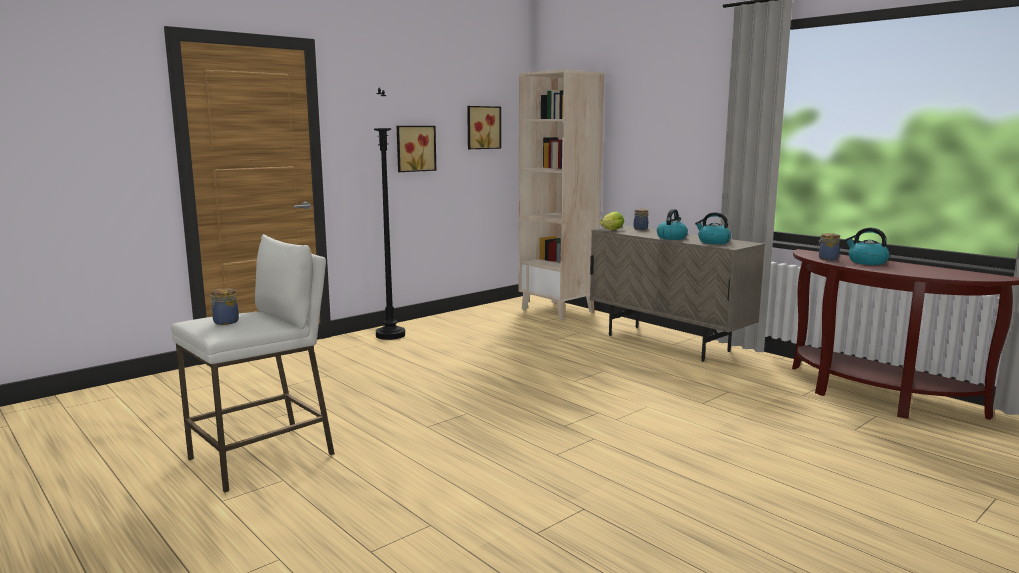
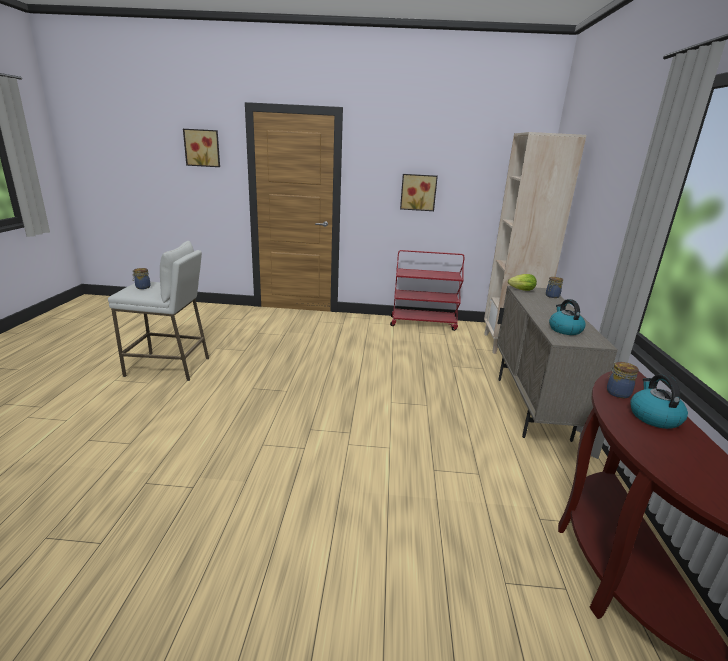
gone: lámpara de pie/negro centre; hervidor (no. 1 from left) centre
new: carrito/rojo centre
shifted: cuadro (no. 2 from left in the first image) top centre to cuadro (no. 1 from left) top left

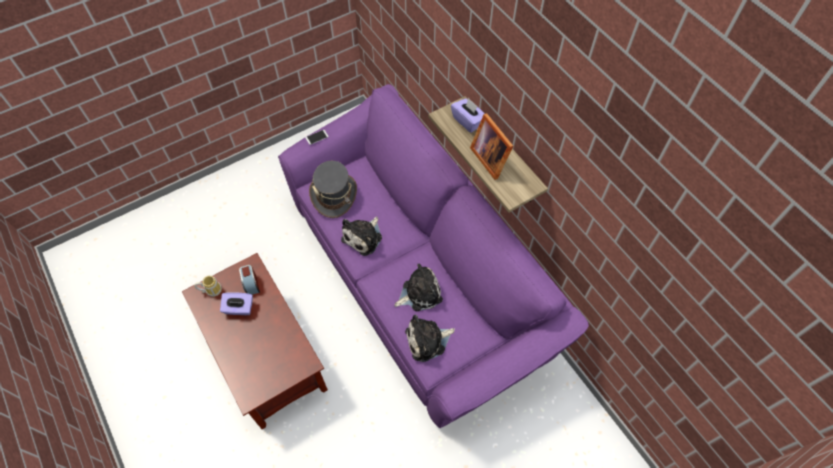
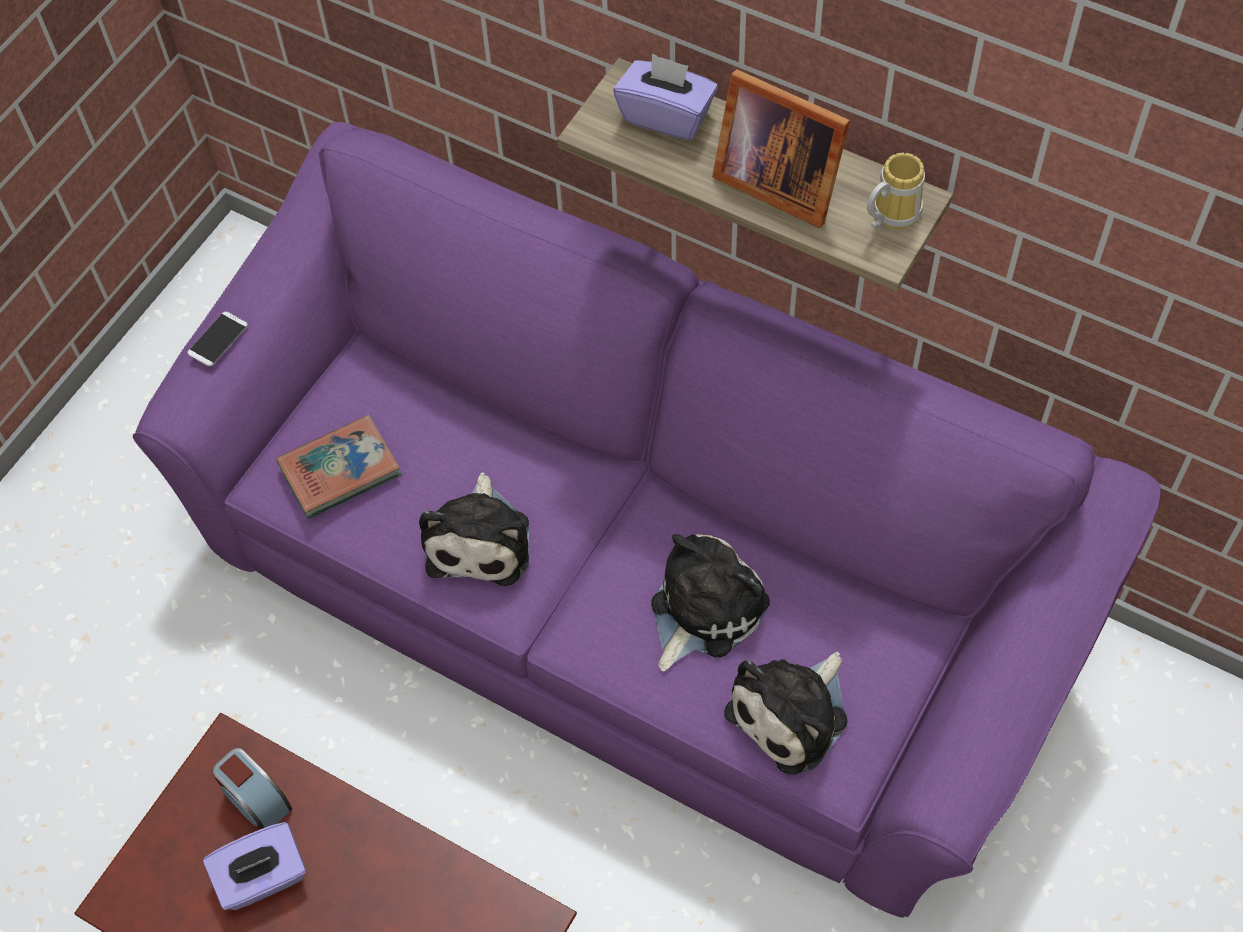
shifted: taza grande middle left to top right
swapped: sombrero/gris centre to libro middle left

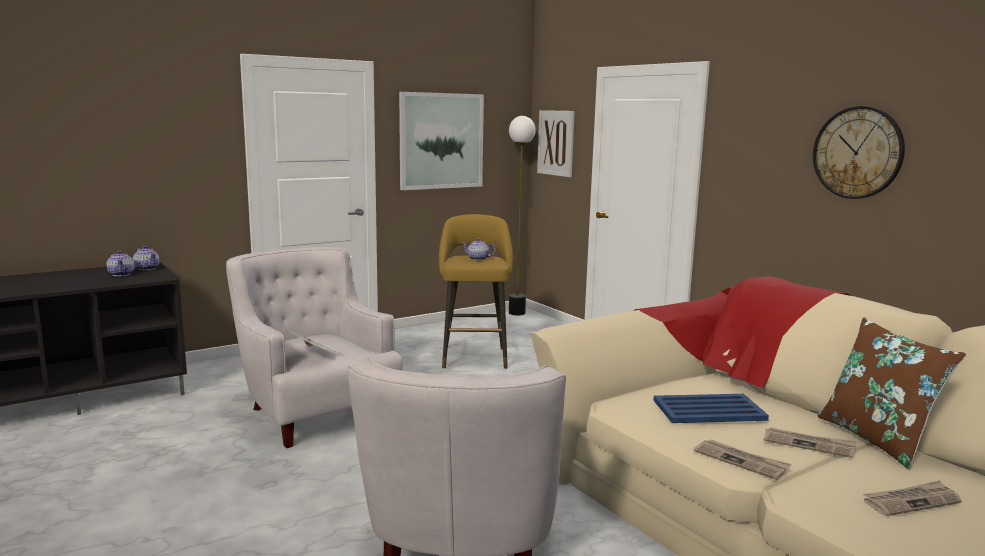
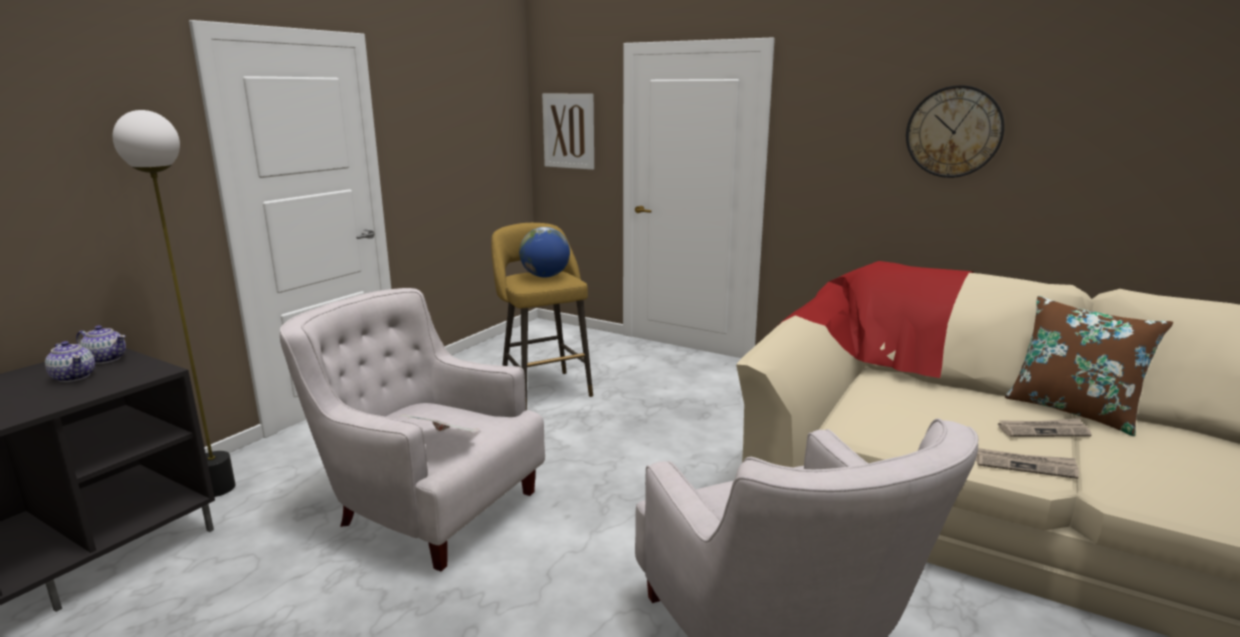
gone: cuadro (no. 1 from left) top centre; bandeja/azul bottom right; periódico (no. 4 from left) bottom right
shifted: lámpara de pie centre to middle left
swapped: tetera (no. 3 from left) centre to globo terráqueo centre

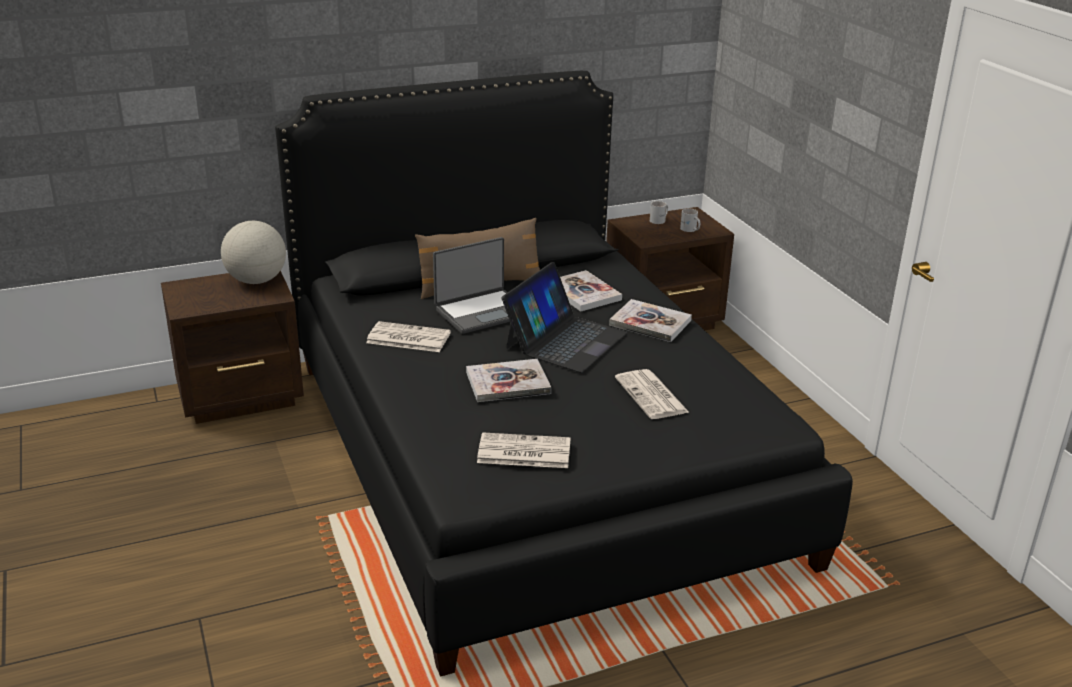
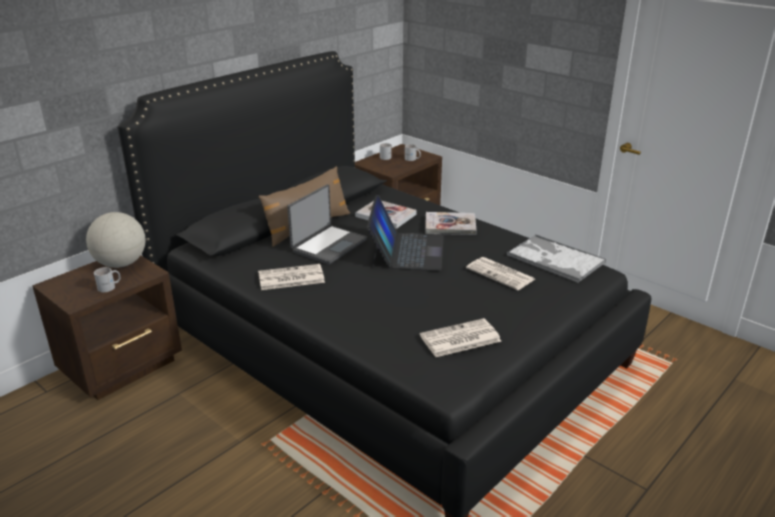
gone: libro (no. 1 from left) centre
new: taza grande/blanco (no. 1 from left) middle left; bandeja middle right

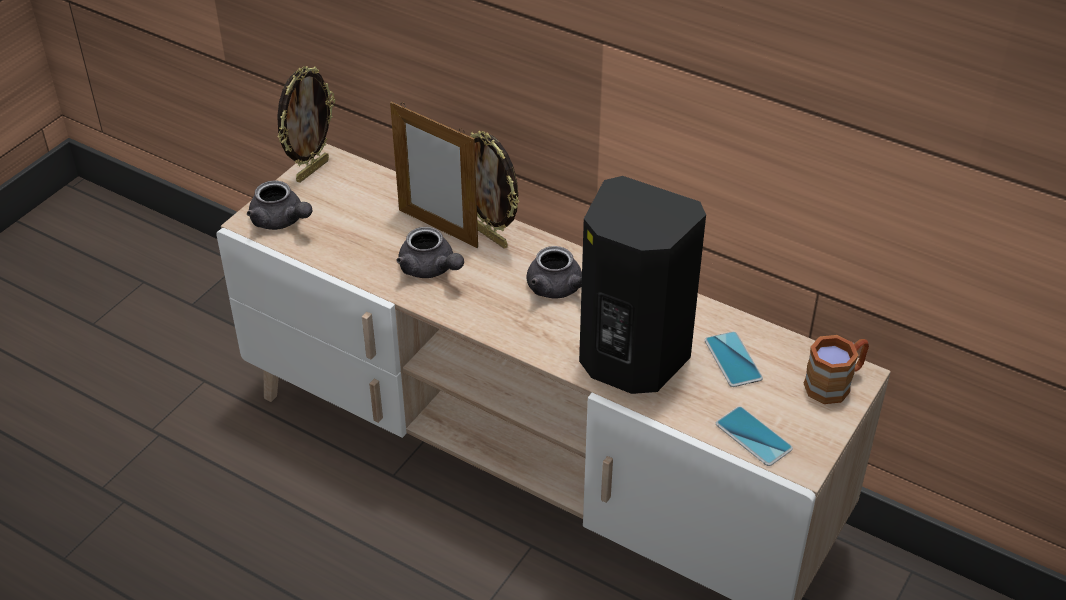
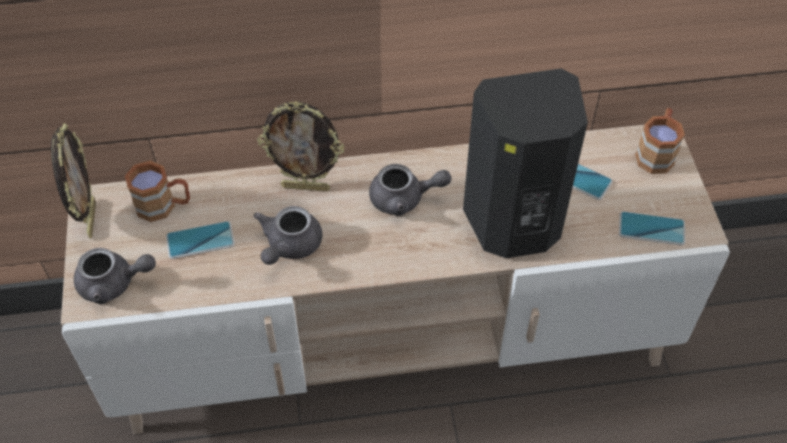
gone: portarretratos (no. 2 from left) top centre
new: taza grande/marrón (no. 1 from left) middle left; móvil (no. 1 from left) middle left
rotated: tetera/gris (no. 2 from left) centre = centre 105 degrees clockwise

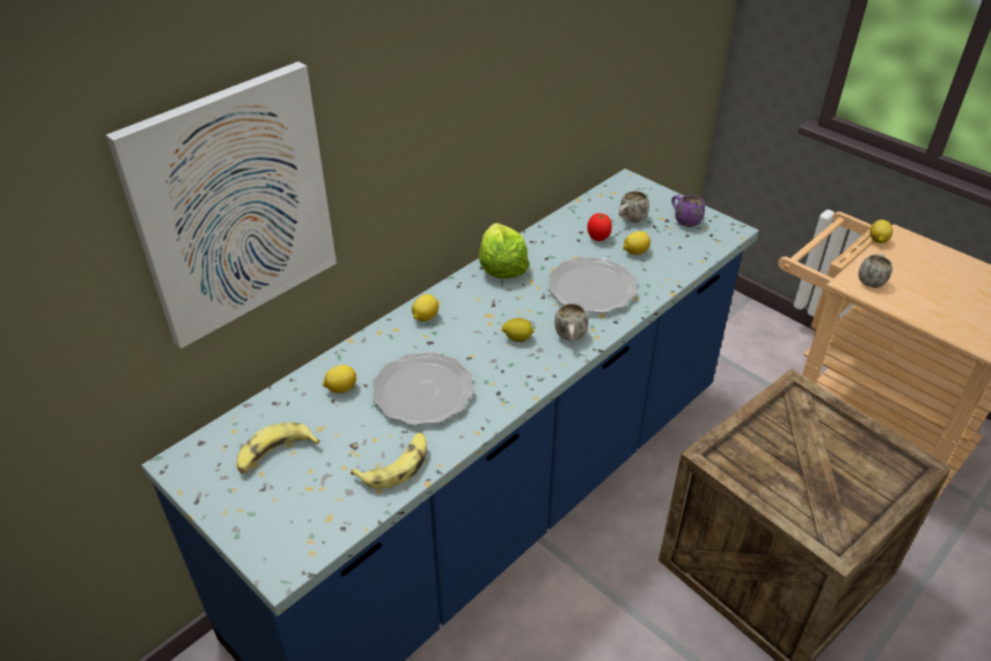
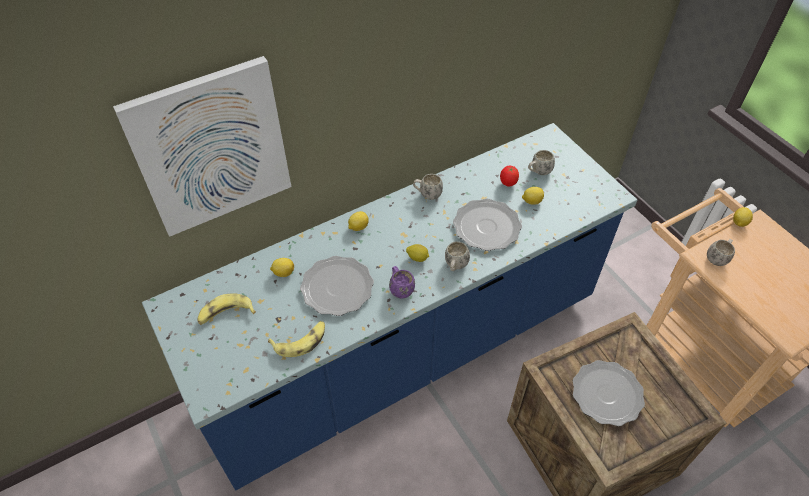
new: plato (no. 3 from left) bottom right
shifted: taza grande/morado top right to centre
swapped: lechuga centre to taza grande/blanco (no. 1 from left) centre

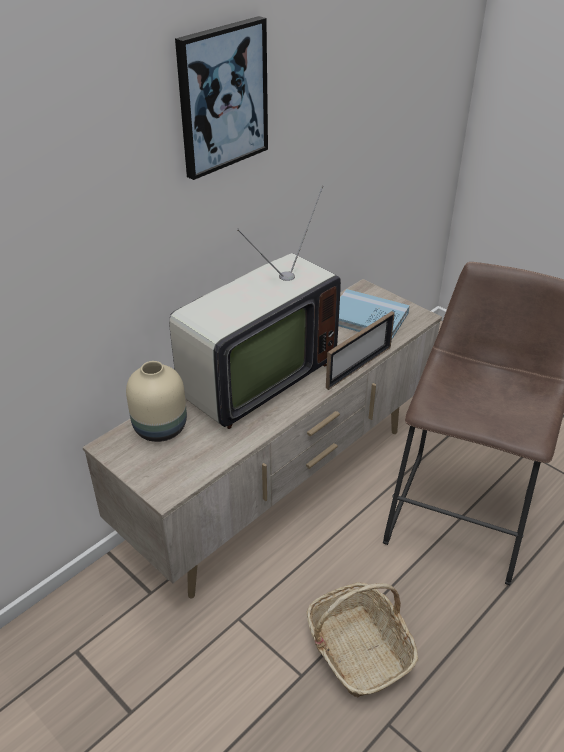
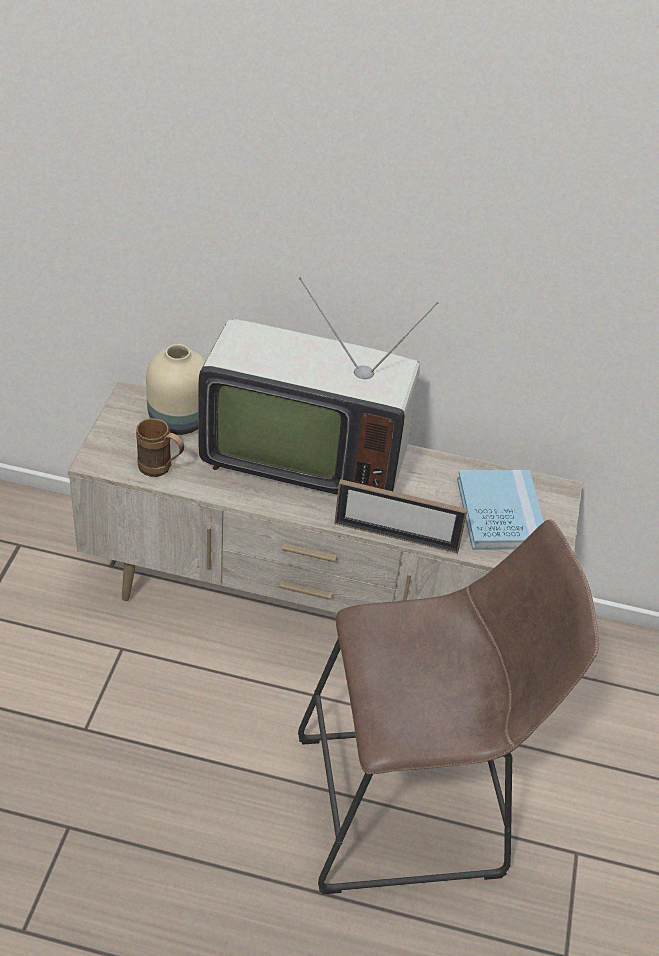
gone: cuadro top centre; cesta bottom centre
new: taza grande/marrón middle left

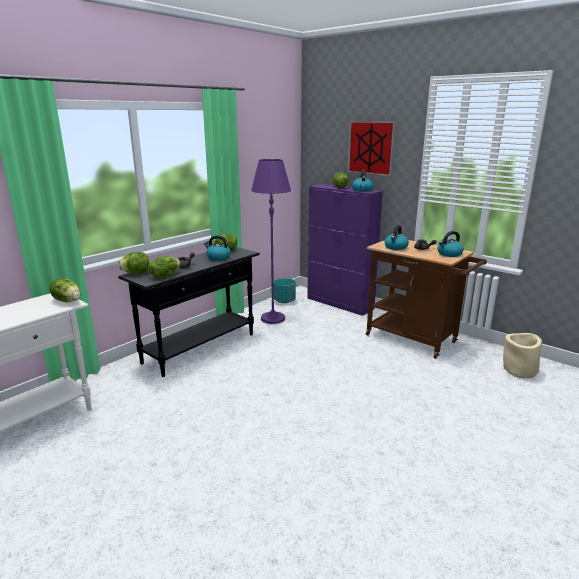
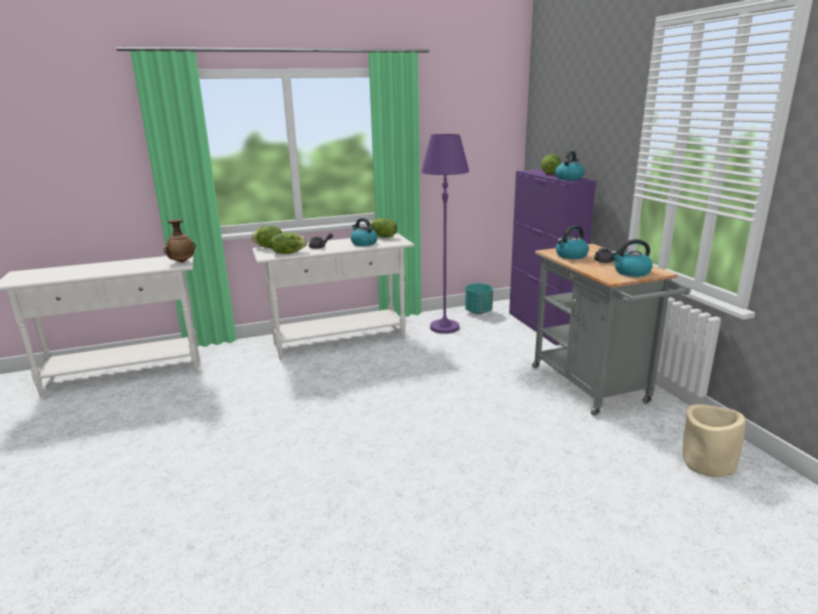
gone: cuadro top centre
swapped: lechuga (no. 1 from left) middle left to florero middle left
repainted: mesa consola/negro middle left to mesa consola/blanco (no. 2 from left) centre; carrito/marrón middle right to carrito/gris middle right

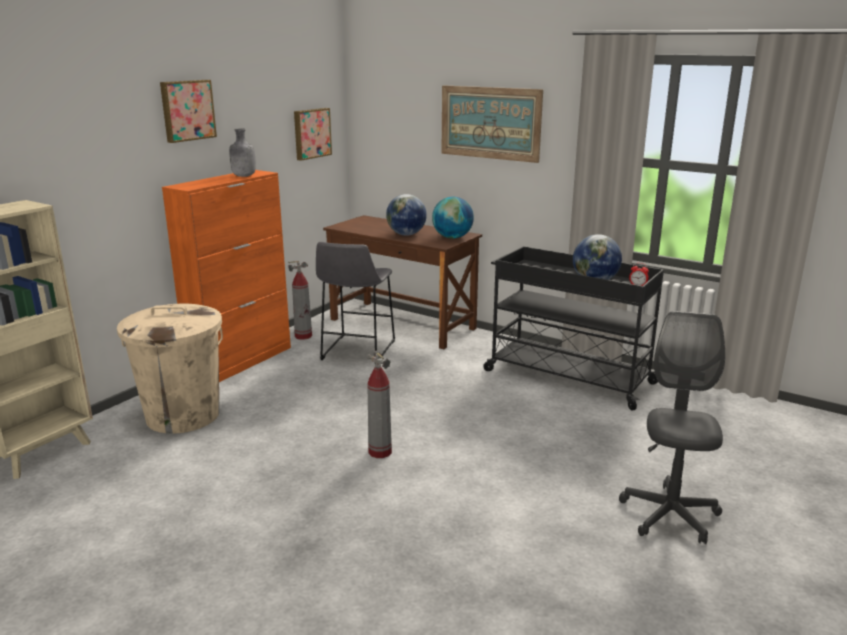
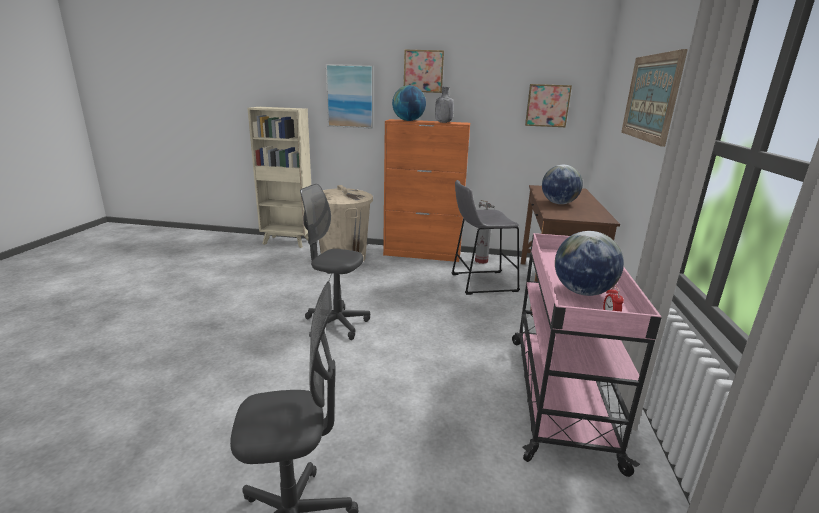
new: cuadro (no. 1 from left) top centre
shifted: globo terráqueo (no. 2 from left in the first image) centre to globo terráqueo (no. 1 from left) top centre
swapped: extintor (no. 2 from left) centre to silla de oficina/gris (no. 2 from left) centre
repainted: carrito/negro middle right to carrito/rosa bottom right

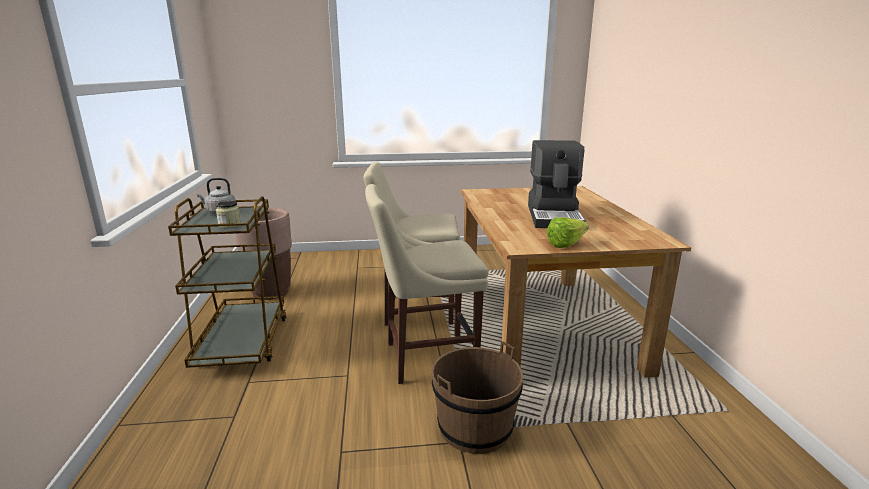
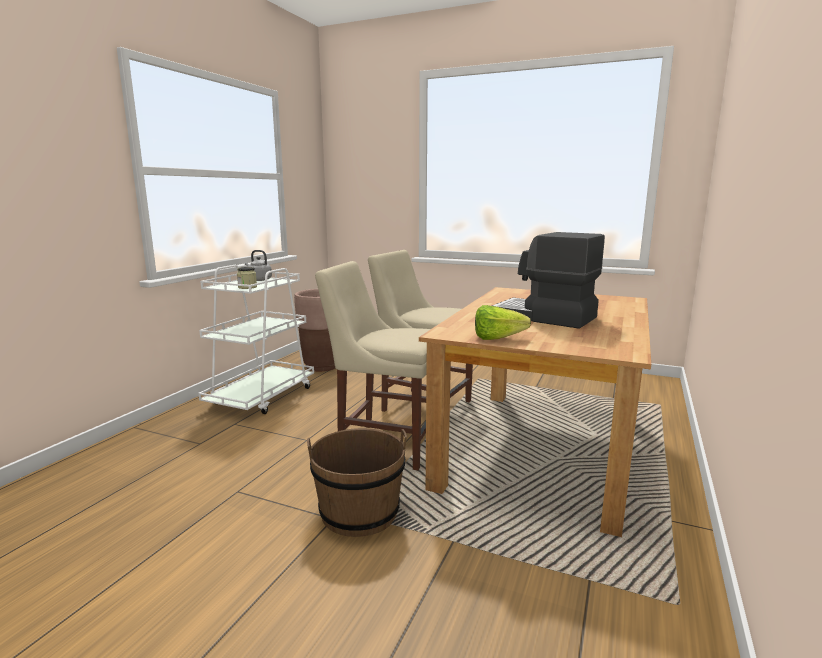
repainted: carrito/marrón middle left to carrito/blanco middle left
rotated: cafetera centre = middle right 90 degrees clockwise

